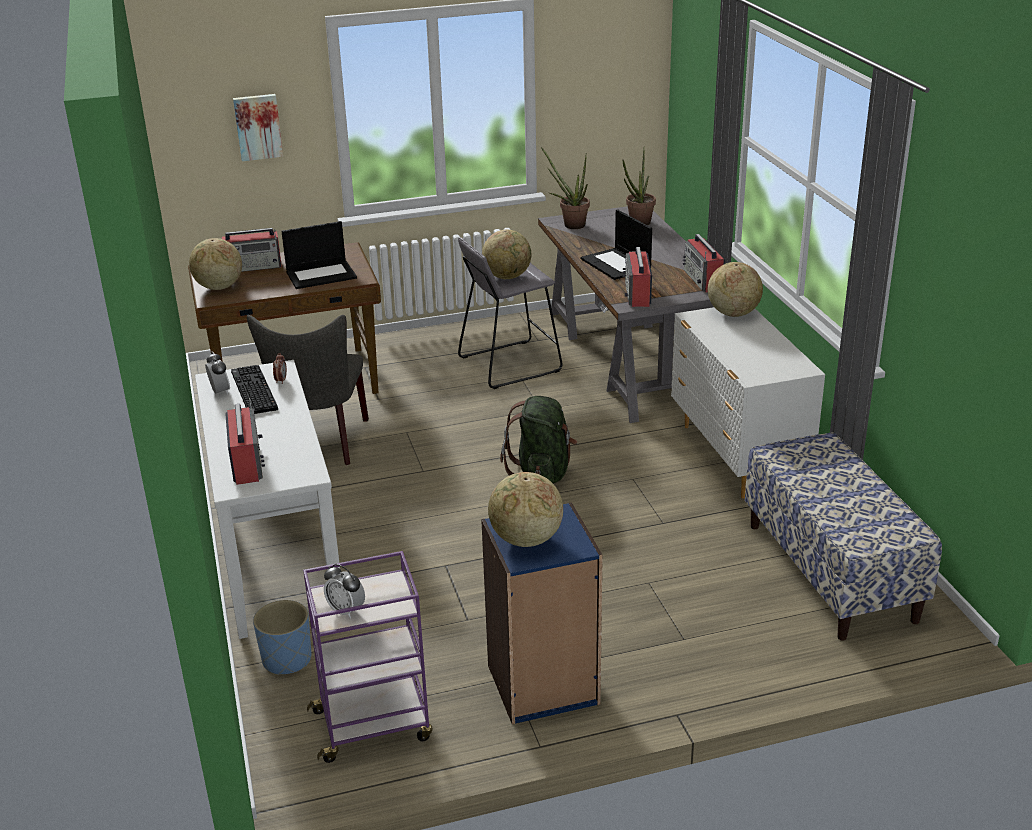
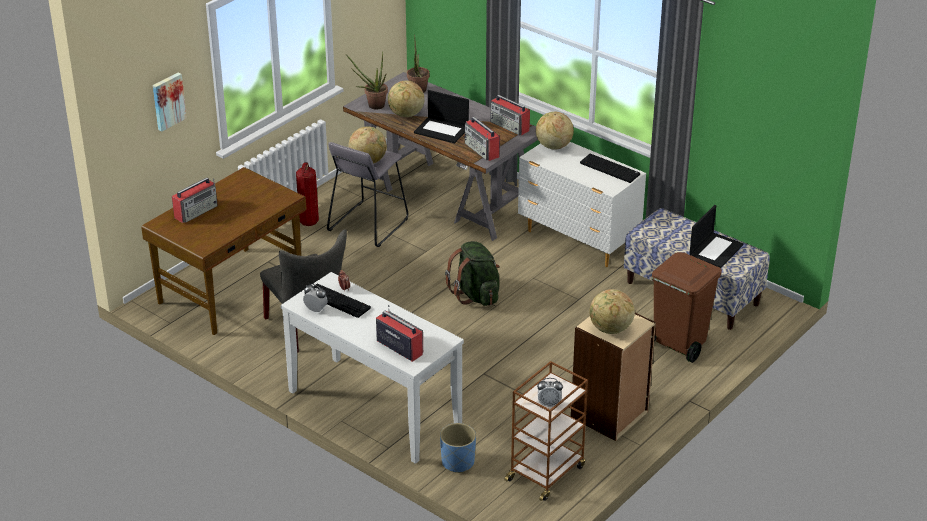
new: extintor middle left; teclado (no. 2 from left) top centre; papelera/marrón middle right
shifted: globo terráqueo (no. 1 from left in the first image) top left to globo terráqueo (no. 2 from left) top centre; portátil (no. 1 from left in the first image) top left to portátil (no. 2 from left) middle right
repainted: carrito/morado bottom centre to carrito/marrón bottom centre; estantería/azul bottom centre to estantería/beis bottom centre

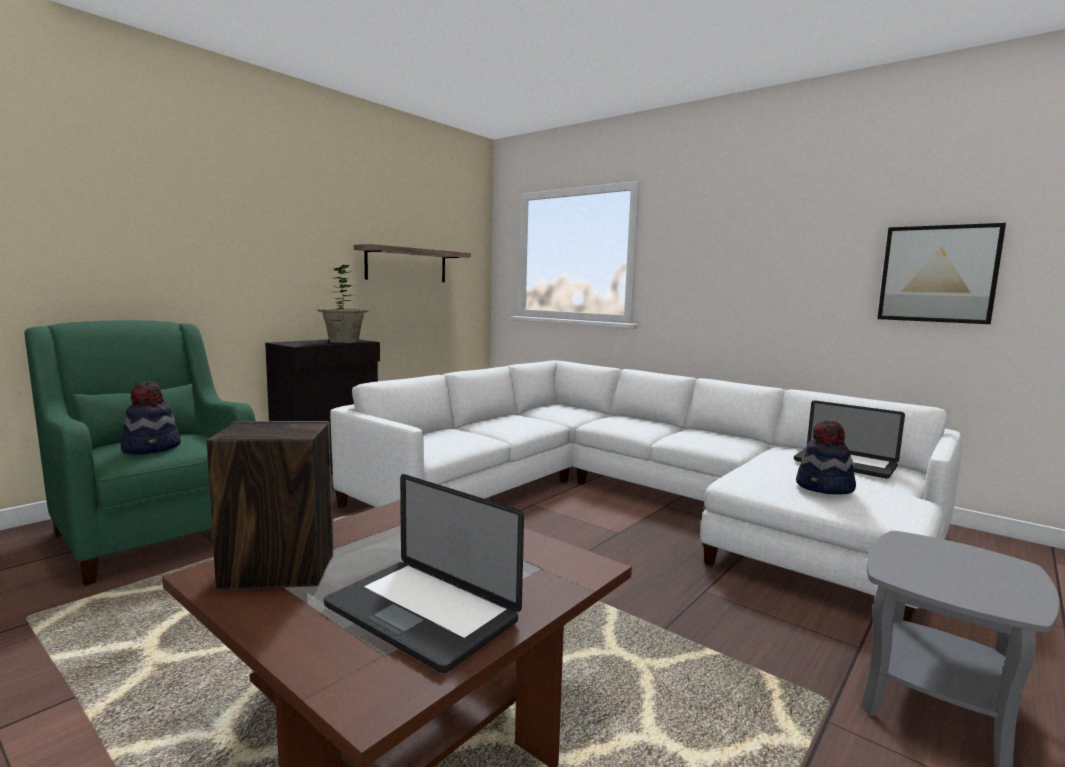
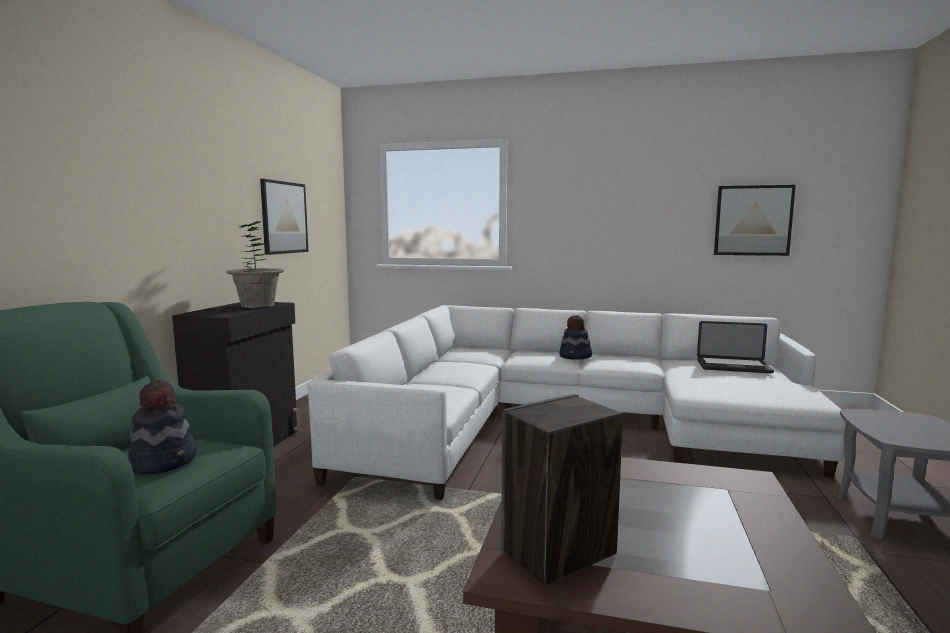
gone: portátil (no. 1 from left) bottom centre
shifted: sombrero (no. 2 from left) middle right to centre
swapped: estante centre to cuadro (no. 1 from left) middle left

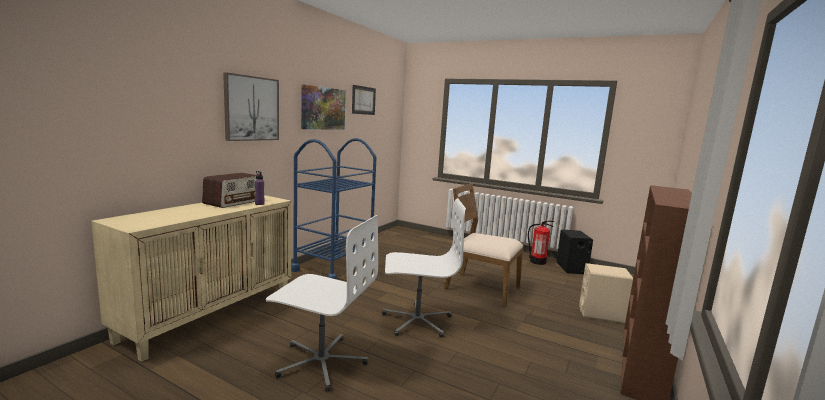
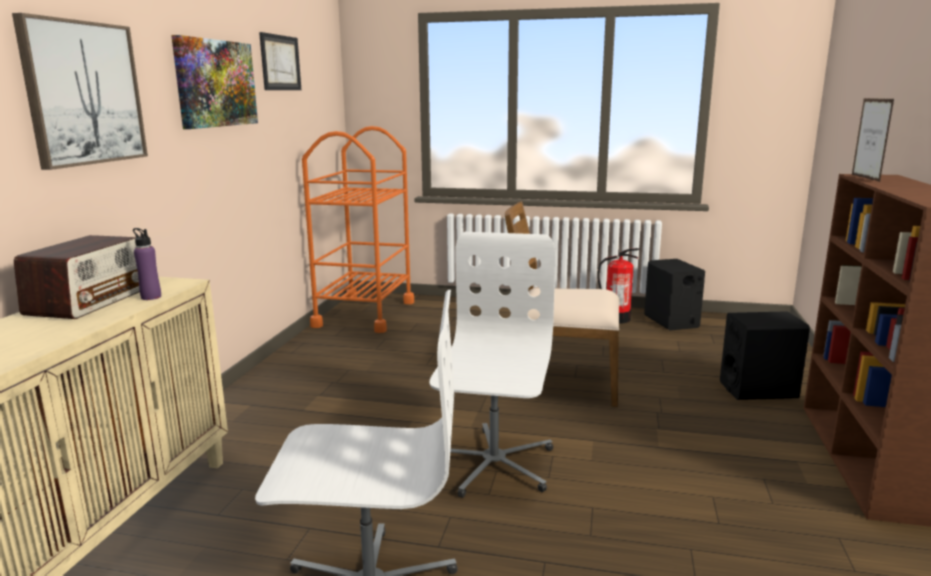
gone: carrito/azul centre
new: carrito/naranja centre; portarretratos top right
repainted: altavoz/beis bottom right to altavoz/negro (no. 2 from left) middle right
rotated: silla de oficina/blanco (no. 2 from left) bottom centre = centre 60 degrees counterclockwise

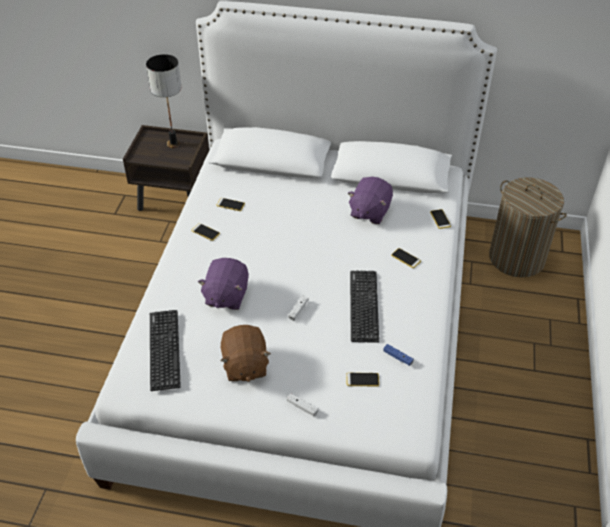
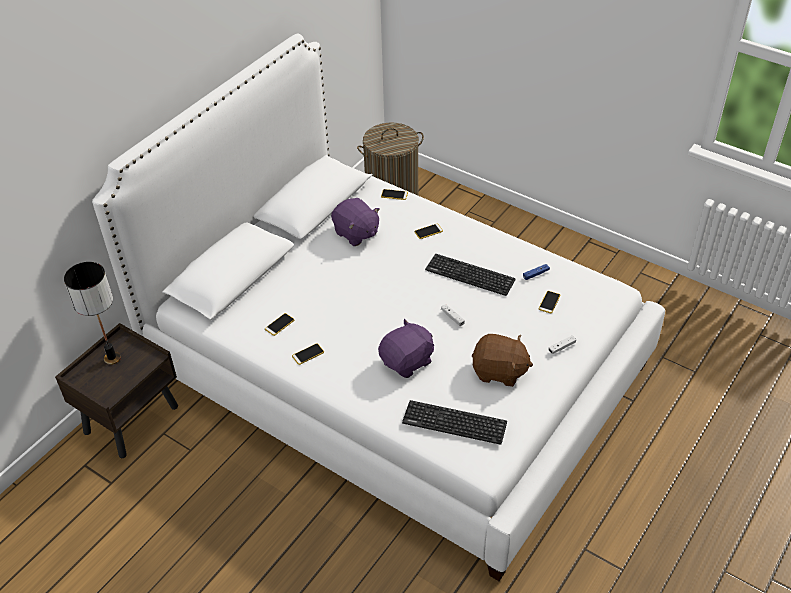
rotated: peluche/morado (no. 1 from left in the first image) centre = centre 75 degrees counterclockwise

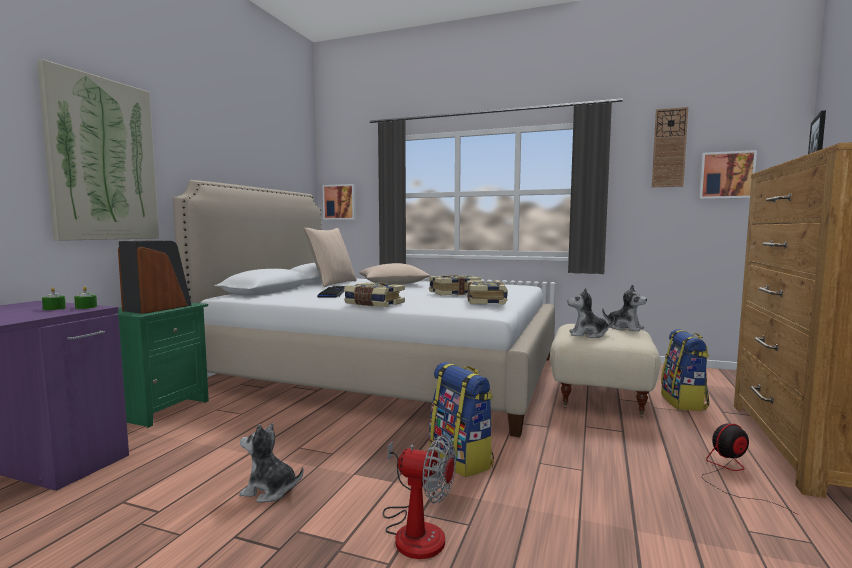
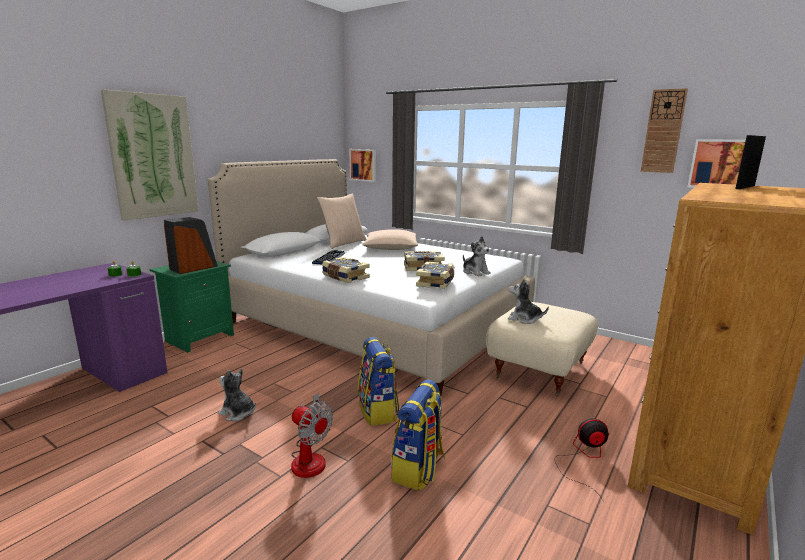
shifted: mochila (no. 2 from left) middle right to bottom centre; peluche (no. 3 from left in the first image) middle right to peluche (no. 2 from left) centre

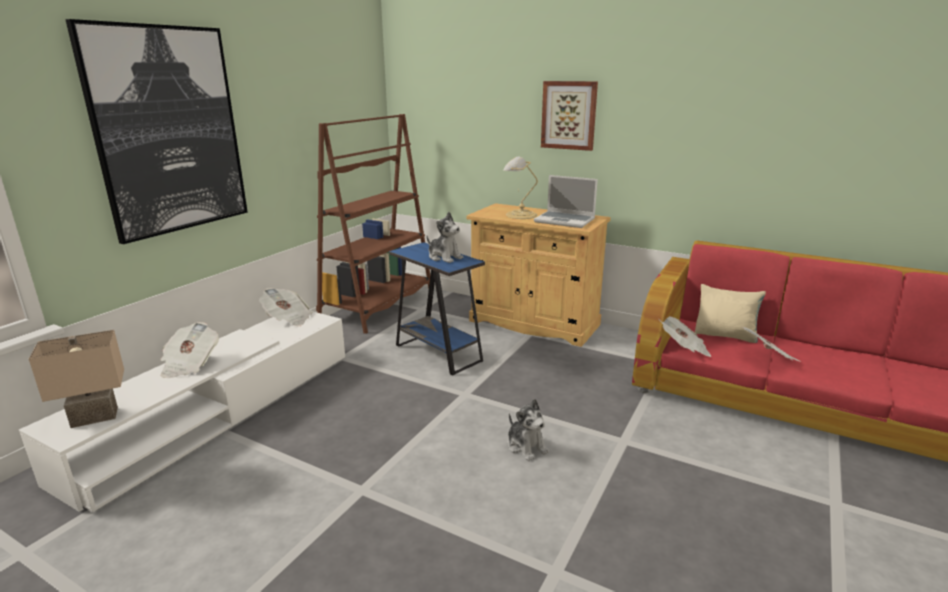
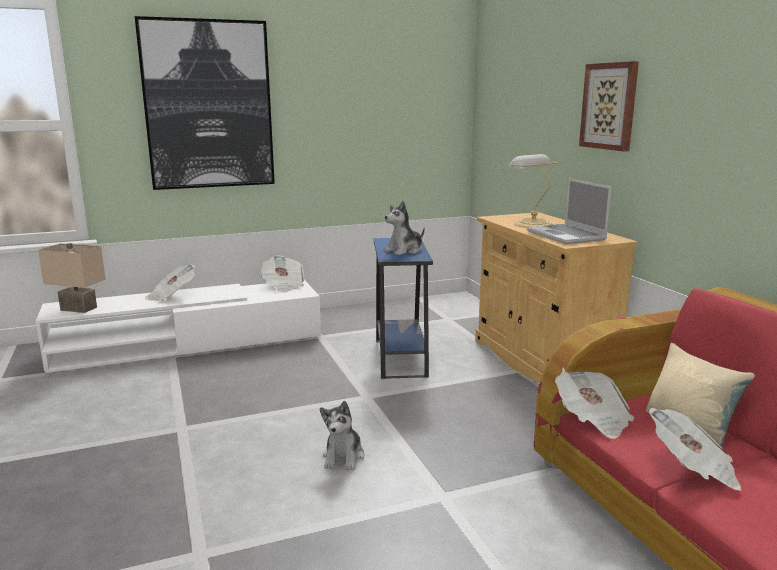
gone: estantería/marrón centre
rotated: peluche (no. 1 from left in the first image) centre = centre 60 degrees clockwise

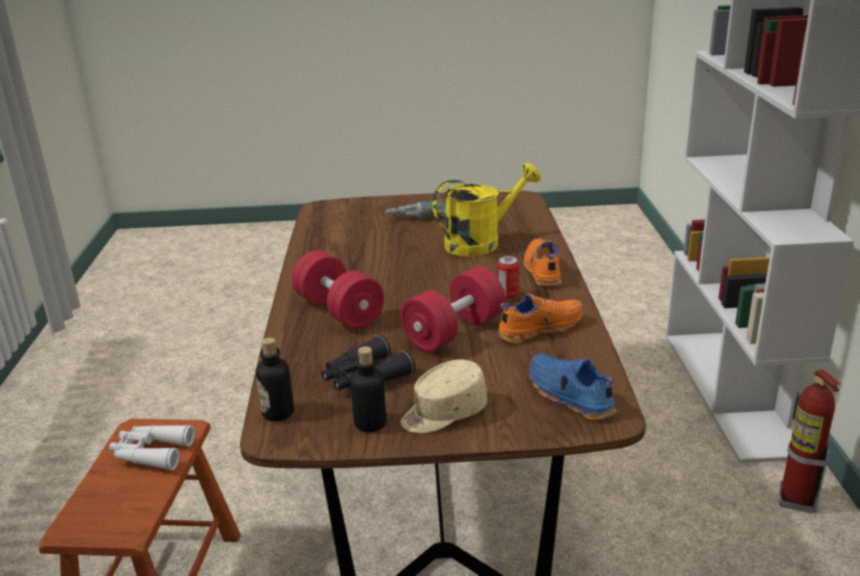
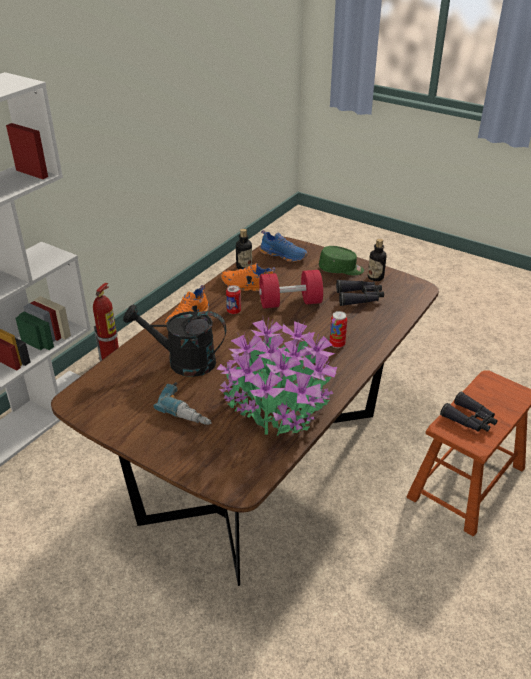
new: planta en maceta centre
shifted: botella (no. 1 from left) middle left to centre
swapped: mancuerna/rojo (no. 1 from left) centre to lata (no. 2 from left) centre
repainted: regadera/amarillo centre to regadera/negro middle left; gorra/beis bottom centre to gorra/verde centre; prismáticos/blanco bottom left to prismáticos/negro (no. 2 from left) middle right
rotated: zapato/azul bottom centre = centre 60 degrees counterclockwise

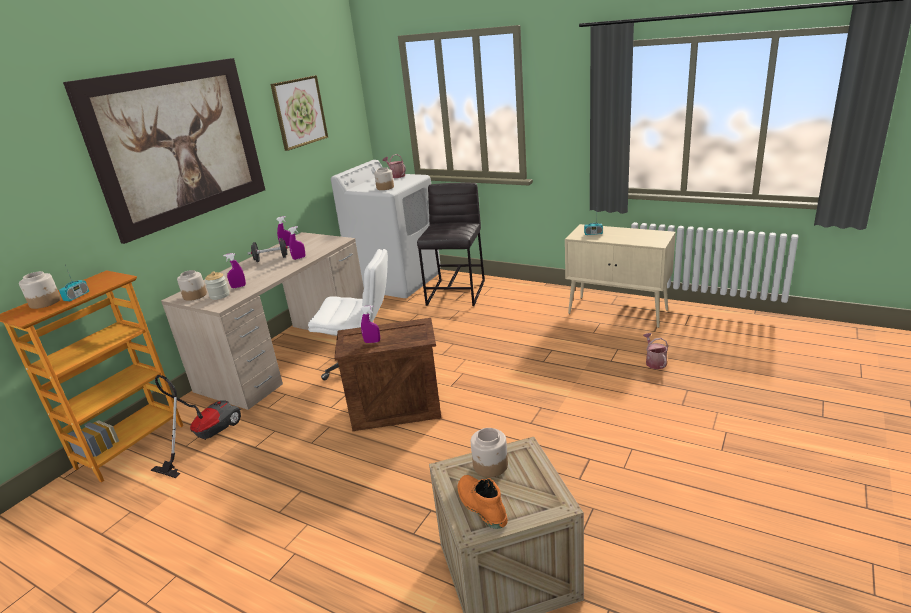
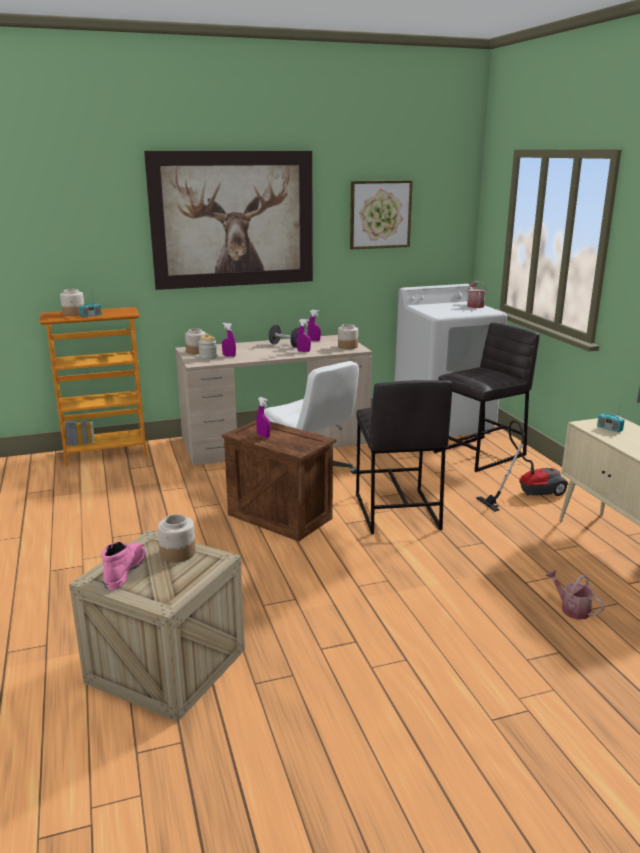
new: taburete/gris (no. 1 from left) centre
shifted: tarro (no. 4 from left in the first image) top centre to tarro (no. 5 from left) centre; aspiradora bottom left to middle right
repainted: bota/naranja bottom centre to bota/rosa middle left
rotated: regadera (no. 2 from left) middle right = bottom right 75 degrees counterclockwise

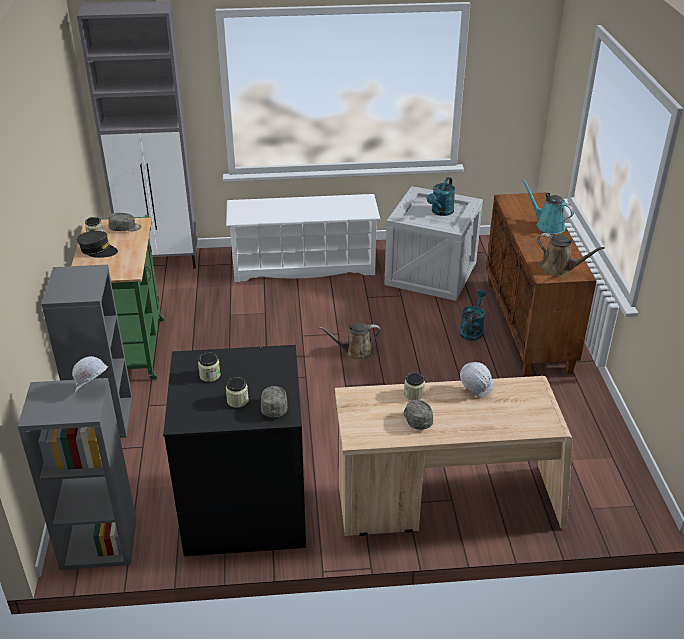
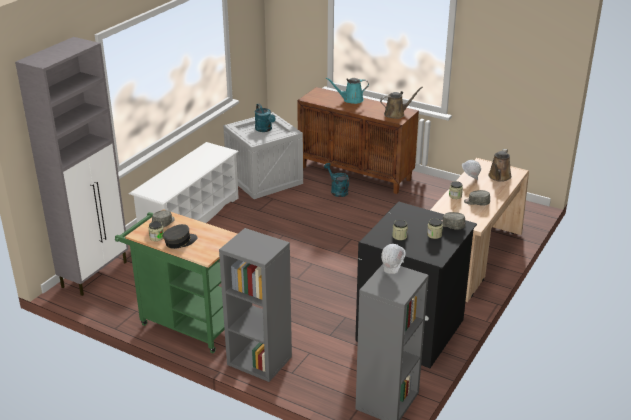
shifted: regadera/marrón (no. 1 from left in the first image) centre to regadera/marrón (no. 2 from left) middle right

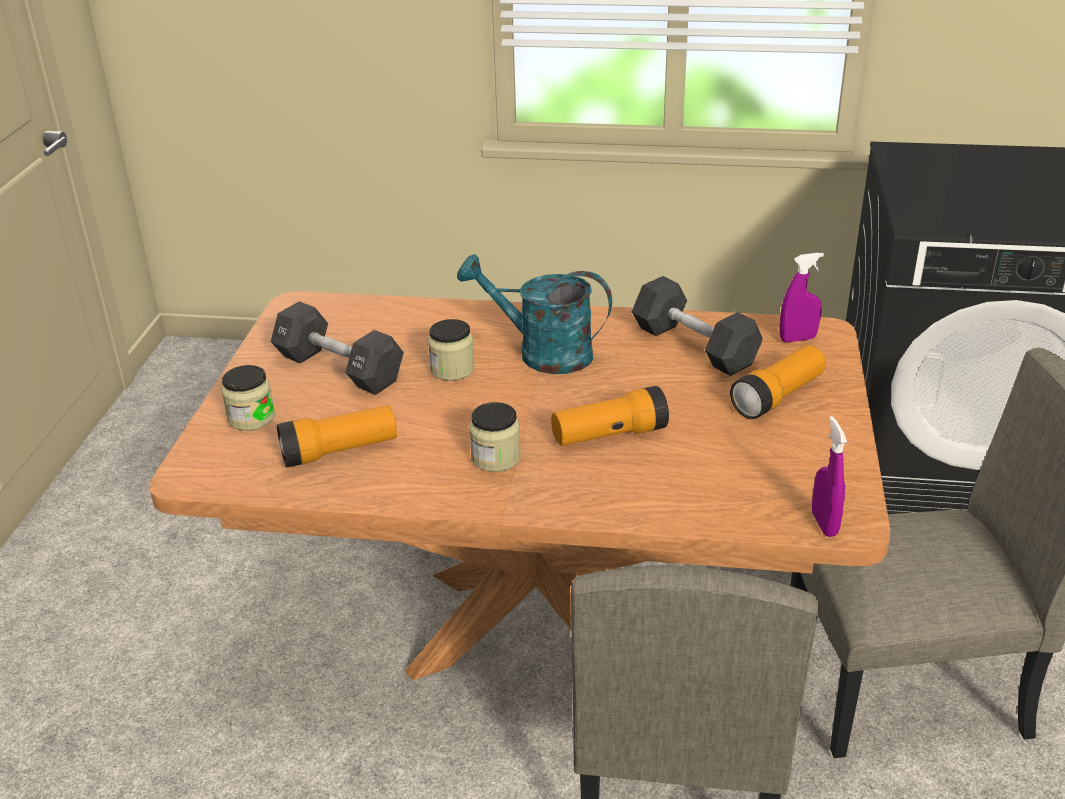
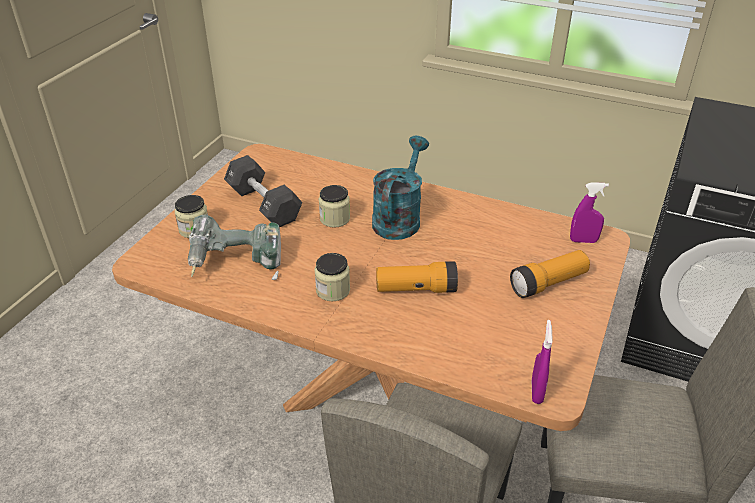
gone: mancuerna/negro (no. 2 from left) centre
swapped: linterna (no. 1 from left) middle left to taladro middle left
rotated: regadera/turquesa centre = centre 75 degrees clockwise

